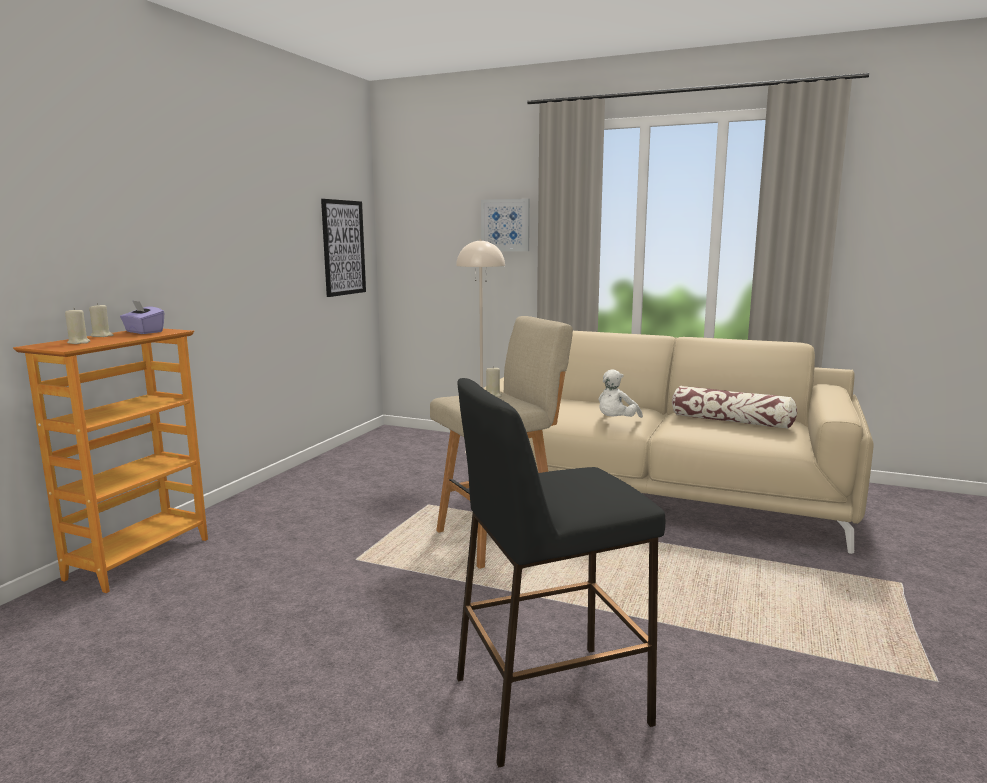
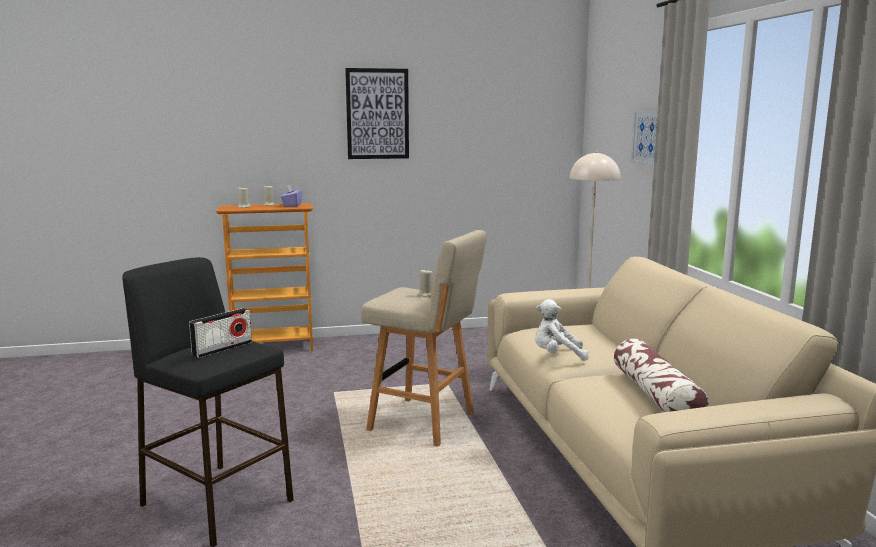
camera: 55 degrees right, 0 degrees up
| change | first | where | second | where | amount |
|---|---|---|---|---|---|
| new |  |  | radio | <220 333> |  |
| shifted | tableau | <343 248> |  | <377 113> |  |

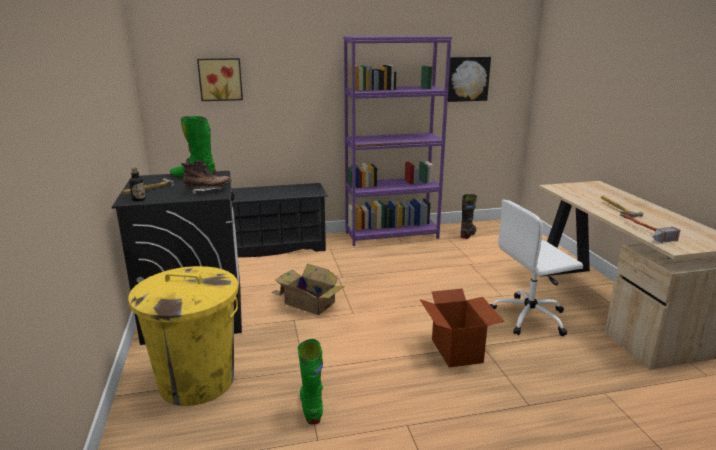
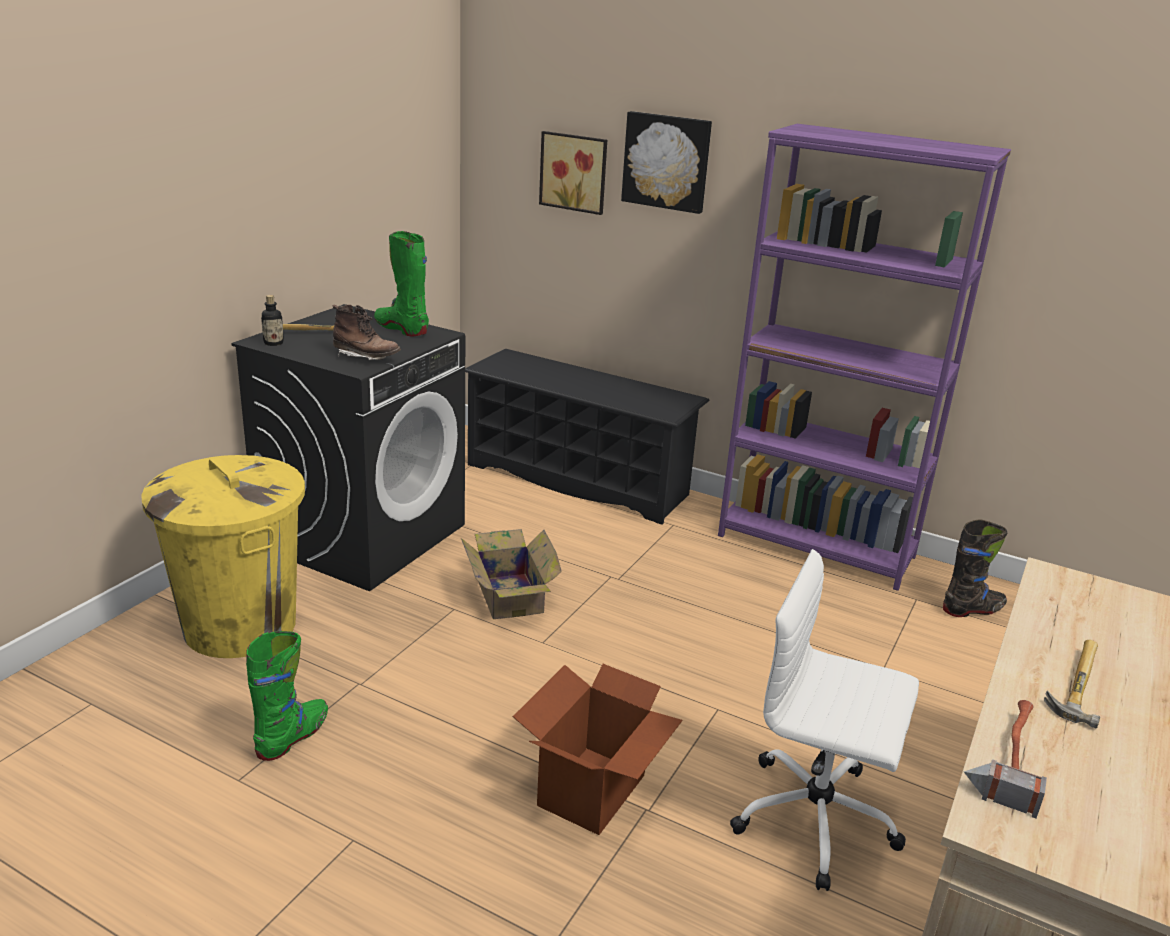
camera: 40 degrees right, 5 degrees up
| change | first | where | second | where | amount |
|---|---|---|---|---|---|
| shifted | tableau | <469 79> |  | <666 162> |  |

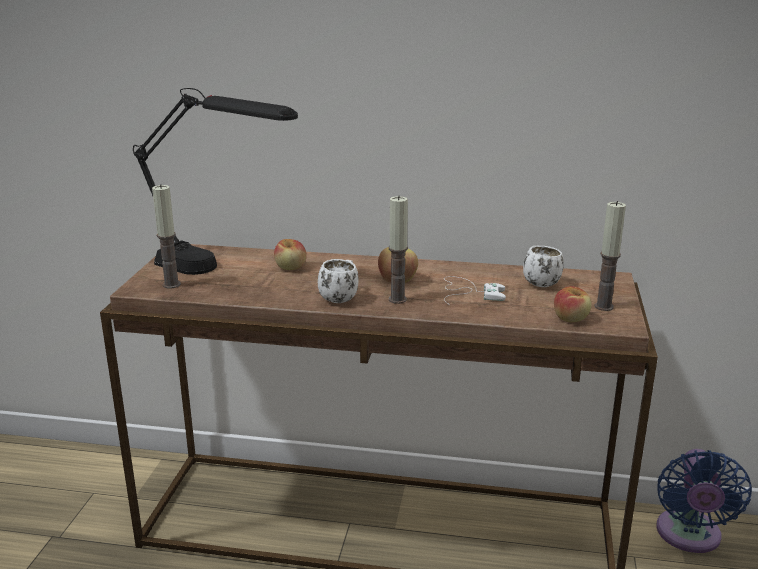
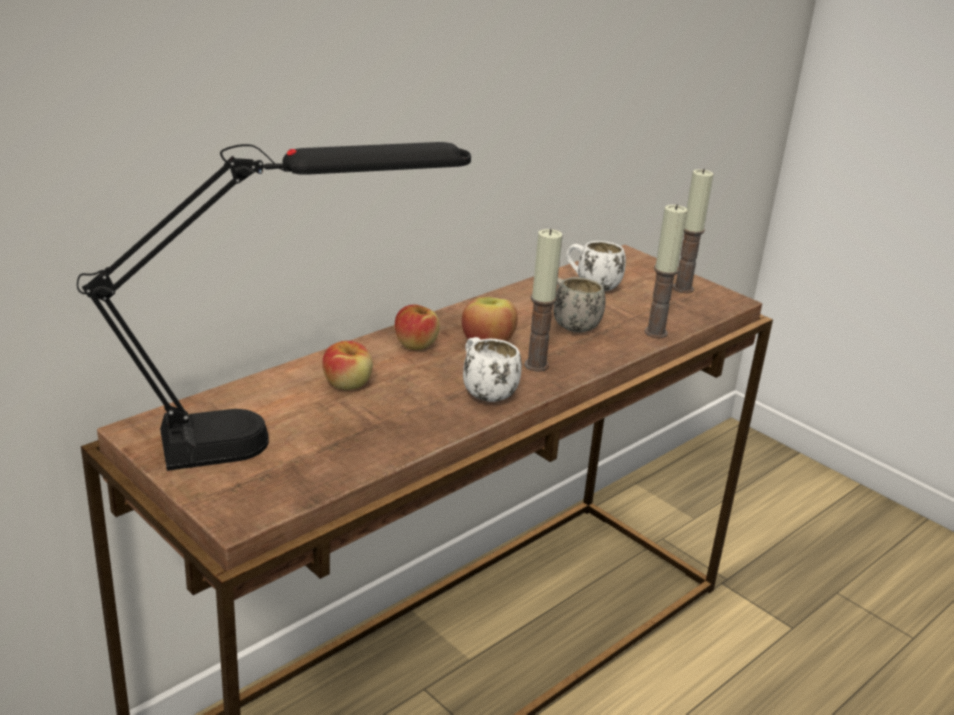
camera: 55 degrees left, 5 degrees up
| change | first | where | second | where | amount |
|---|---|---|---|---|---|
| gone | ventilateur (bleu) | <704 501> |  |  |  |
| shifted | bougie | <166 236> |  | <666 271> |  |
| shifted | pomme | <573 304> |  | <417 327> |  |
| swapped | manette (blanc) | <475 290> | mug (blanc) | <579 305> |  |

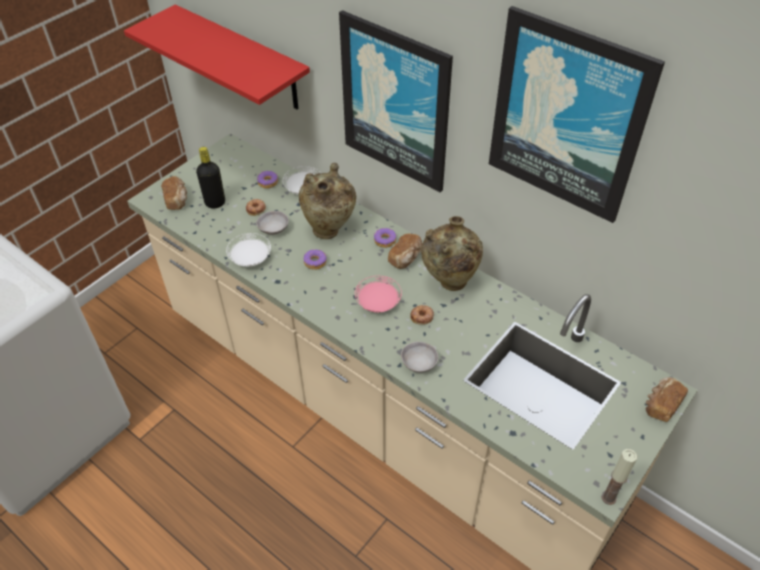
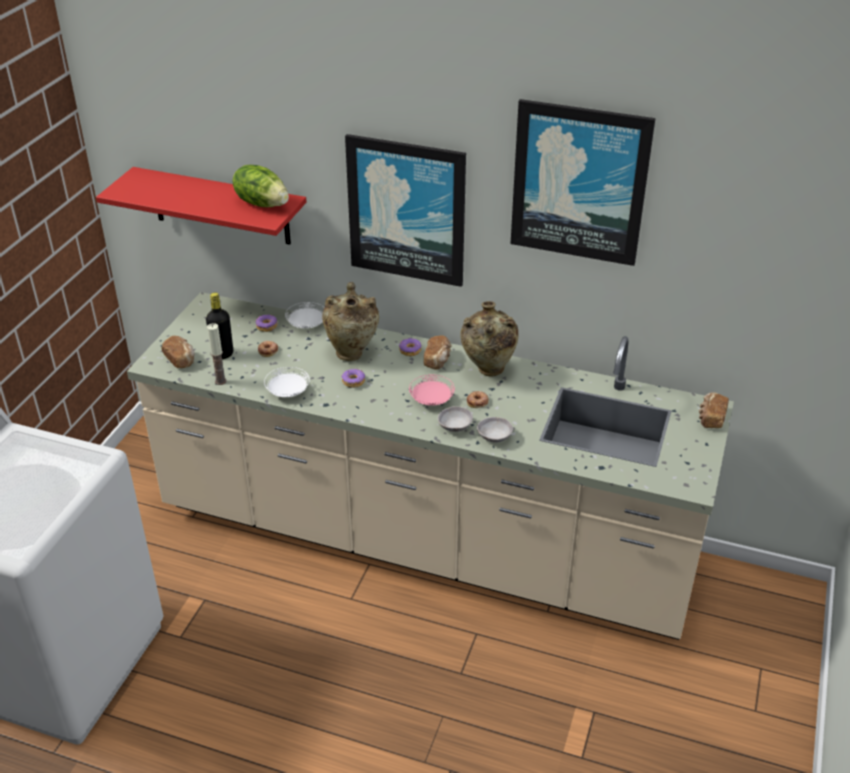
camera: 20 degrees left, 10 degrees down
| change | first | where | second | where | amount |
|---|---|---|---|---|---|
| new |  |  | laitue | <260 186> |  |
| shifted | bol (gris) | <272 223> |  | <455 419> |  |
| shifted | bougie | <619 477> |  | <217 354> |  |

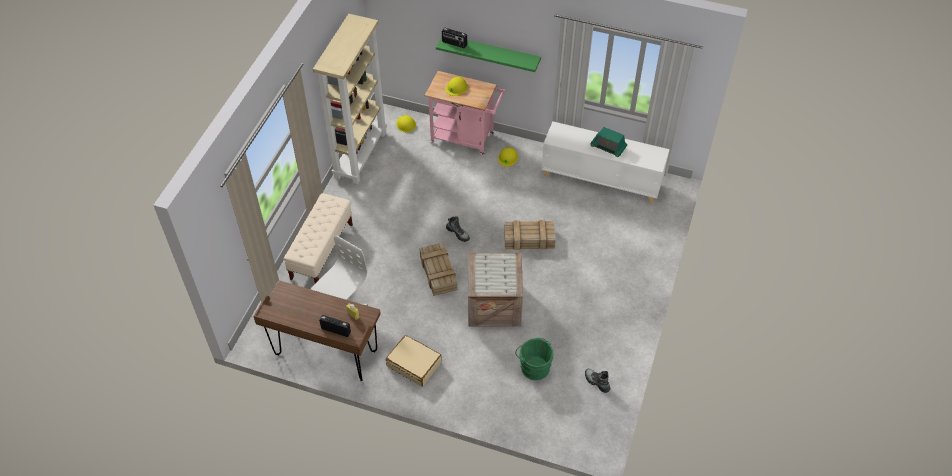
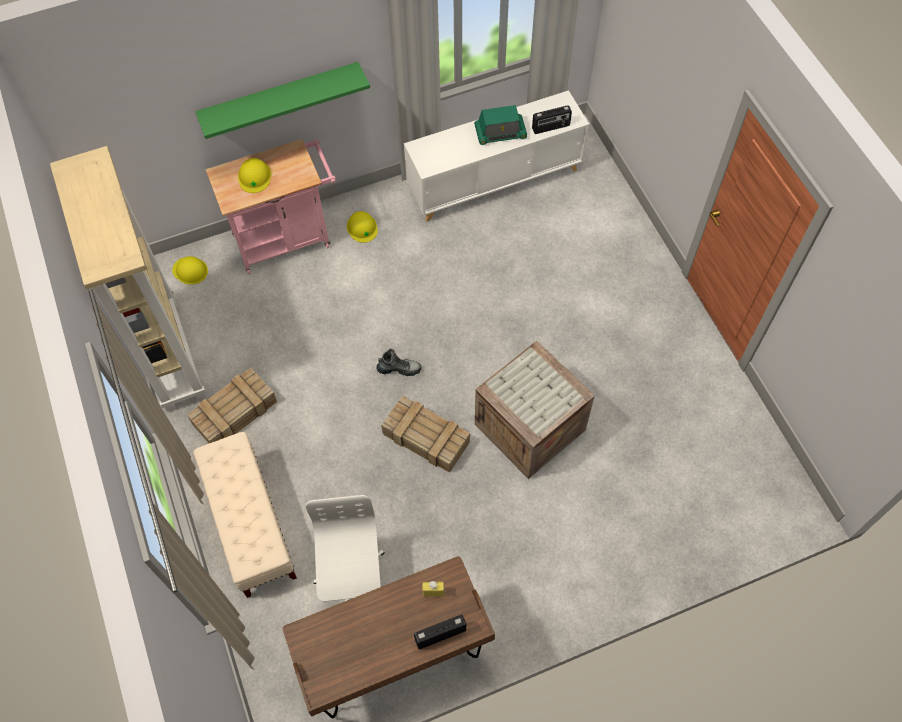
camera: 40 degrees left, 10 degrees up
| change | first | where | second | where | amount |
|---|---|---|---|---|---|
| gone | valise (beige) | <414 361> |  |  |  |
| gone | seau (vert) | <534 359> |  |  |  |
| gone | botte | <597 381> |  |  |  |
| shifted | radio | <454 37> |  | <552 119> |  |
| shifted | caisse | <530 235> |  | <232 405> |  |

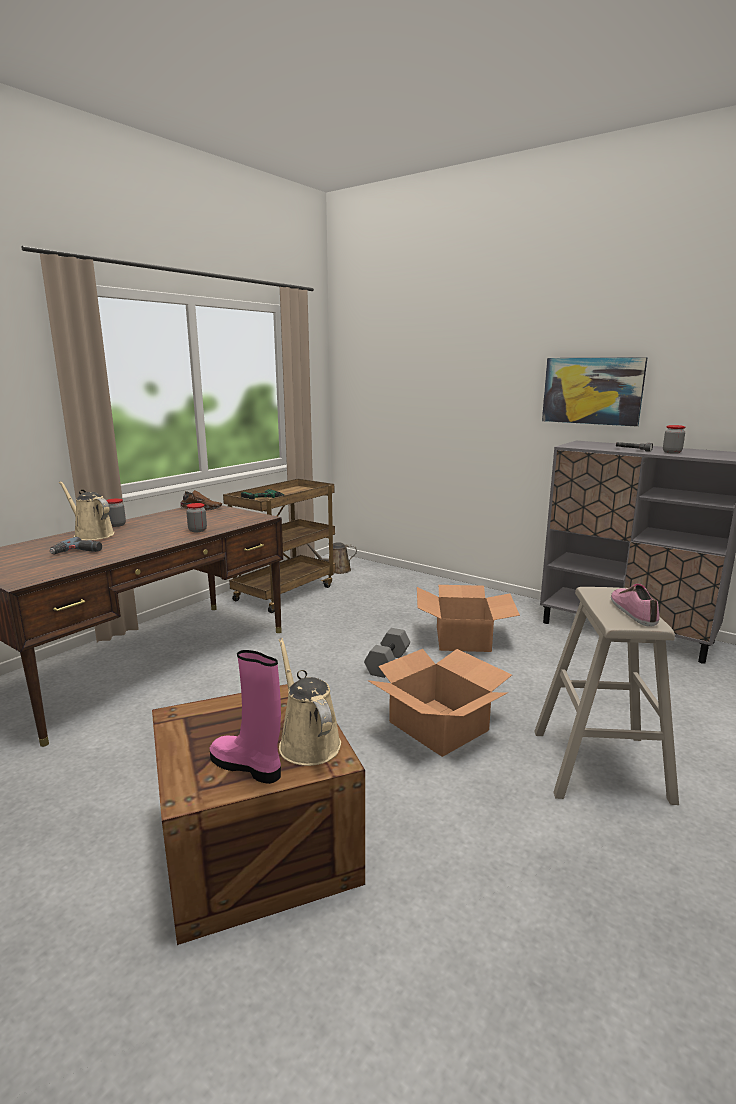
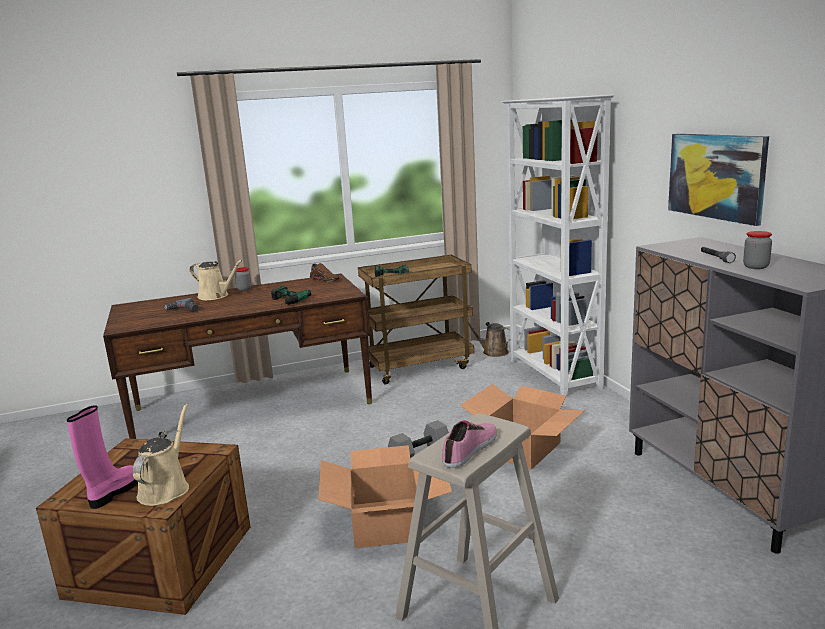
camera: 35 degrees right, 0 degrees up
| change | first | where | second | where | amount |
|---|---|---|---|---|---|
| new |  |  | bibliothèque (blanc) | <557 246> |  |
| swapped | bocal | <196 517> | perceuse | <291 295> |  |
| rotated | arrosoir (beige) | <86 510> |  | <216 280> | 135 degrees clockwise |
| rotated | botte (rose) | <245 717> |  | <102 457> | 45 degrees clockwise |

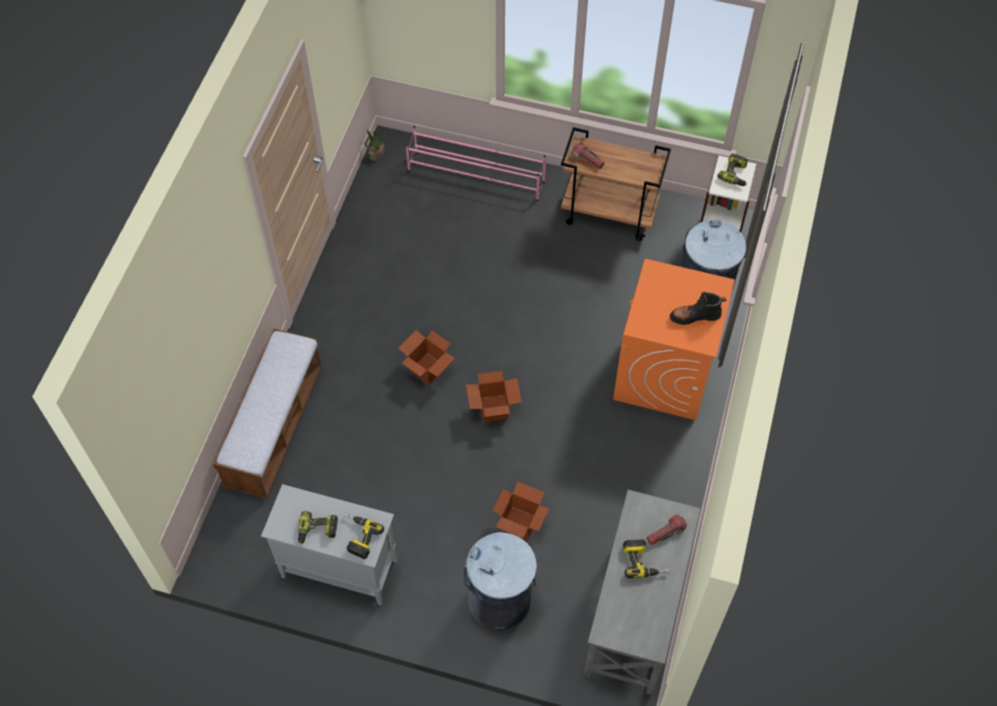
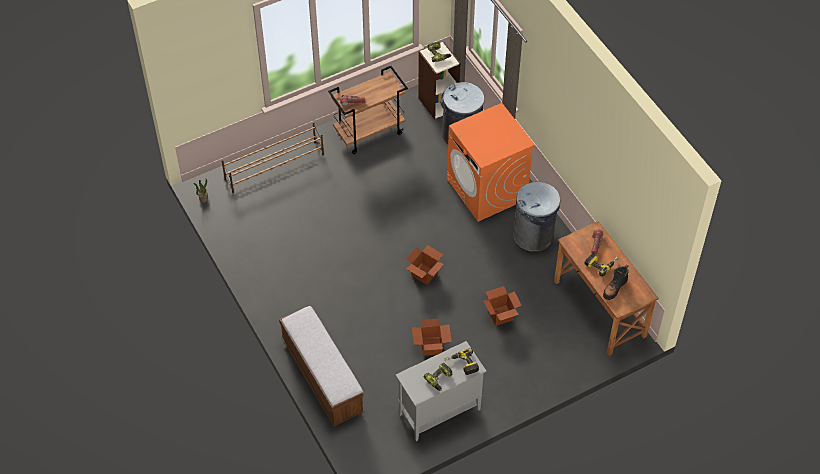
camera: 45 degrees left, 5 degrees down
| change | first | where | second | where | amount |
|---|---|---|---|---|---|
| shifted | carton | <426 357> |  | <432 337> |  |
| shifted | poubelle (gris) | <499 581> |  | <537 217> |  |
| shifted | botte (noir) | <698 308> |  | <616 282> |  |
| repainted | étagère à chaussures (rose) | <476 163> | étagère à chaussures (marron) | <272 157> |  |
| repainted | bureau (gris) | <642 592> | bureau (marron) | <606 288> |  |

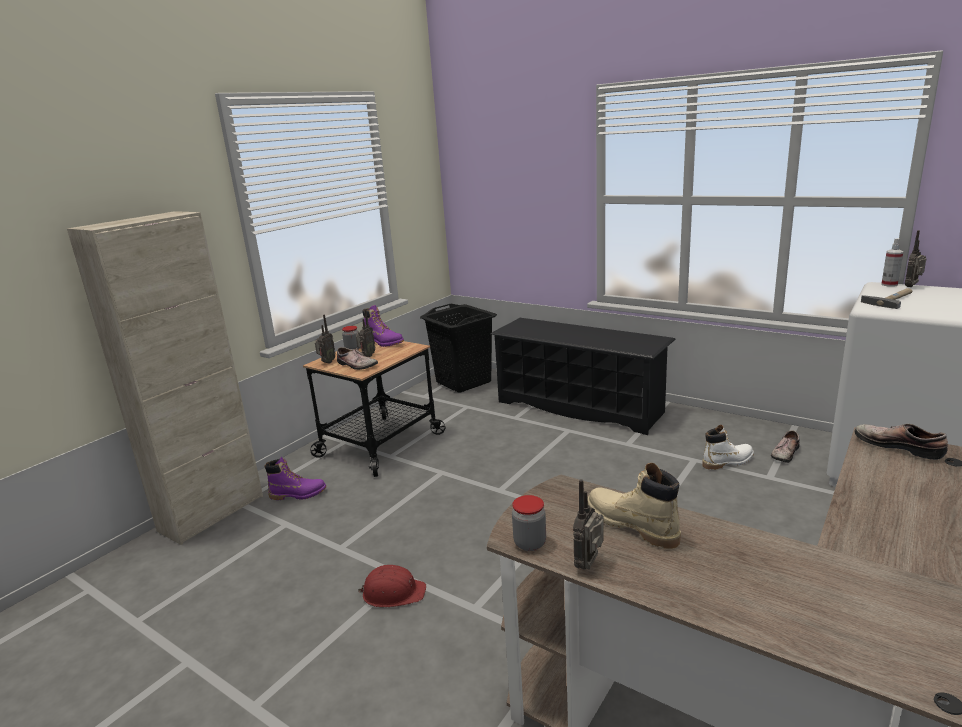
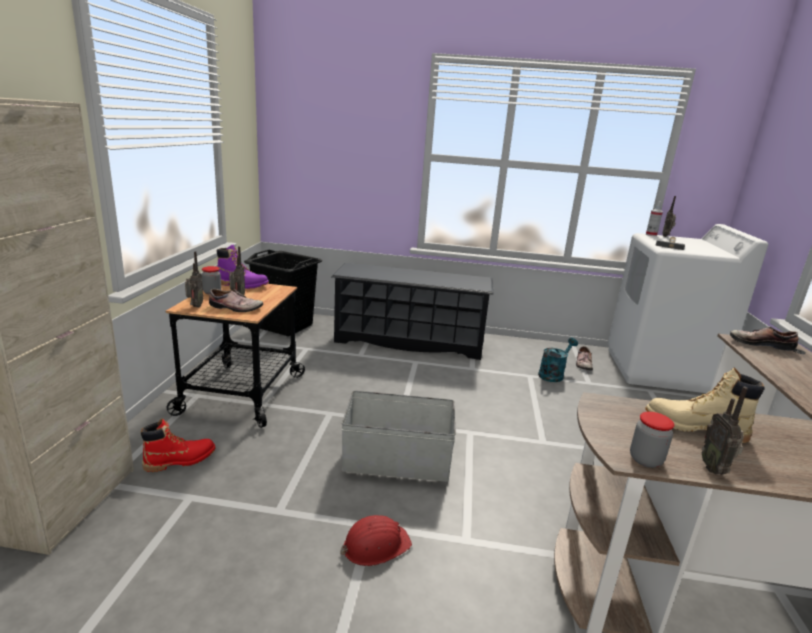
camera: 30 degrees left, 0 degrees up
| change | first | where | second | where | amount |
|---|---|---|---|---|---|
| new |  |  | boîte de rangement (gris) | <399 436> |  |
| swapped | botte (blanc) | <728 447> | arrosoir (turquoise) | <558 360> |  |
| repainted | botte (violet) | <295 478> | botte (rouge) | <178 445> |  |

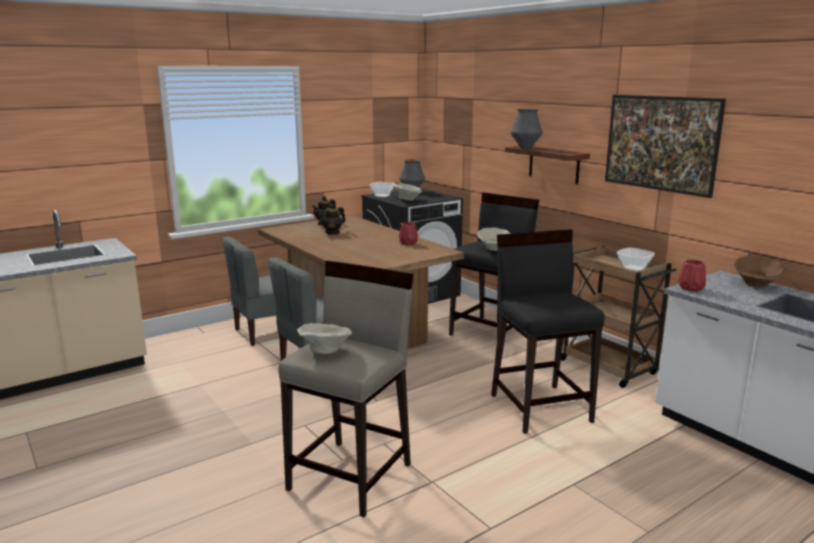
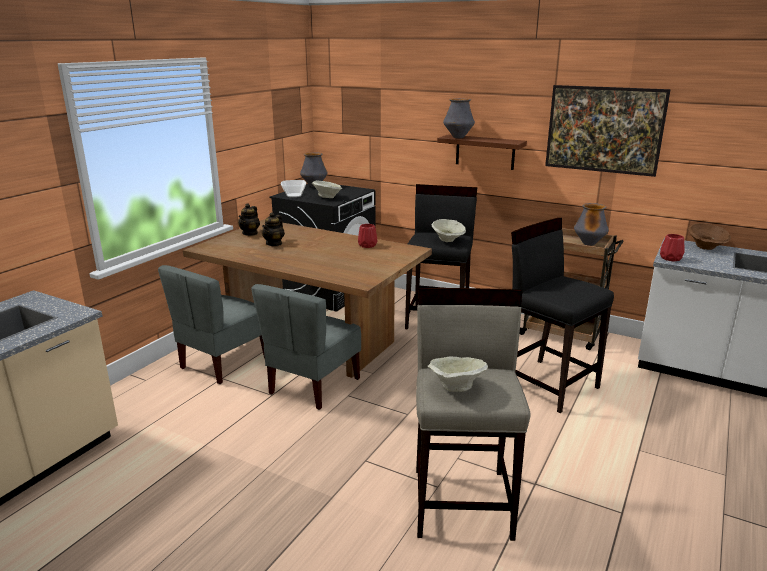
camera: 25 degrees left, 5 degrees up
| change | first | where | second | where | amount |
|---|---|---|---|---|---|
| swapped | bol | <636 260> | vase | <591 224> |  |

